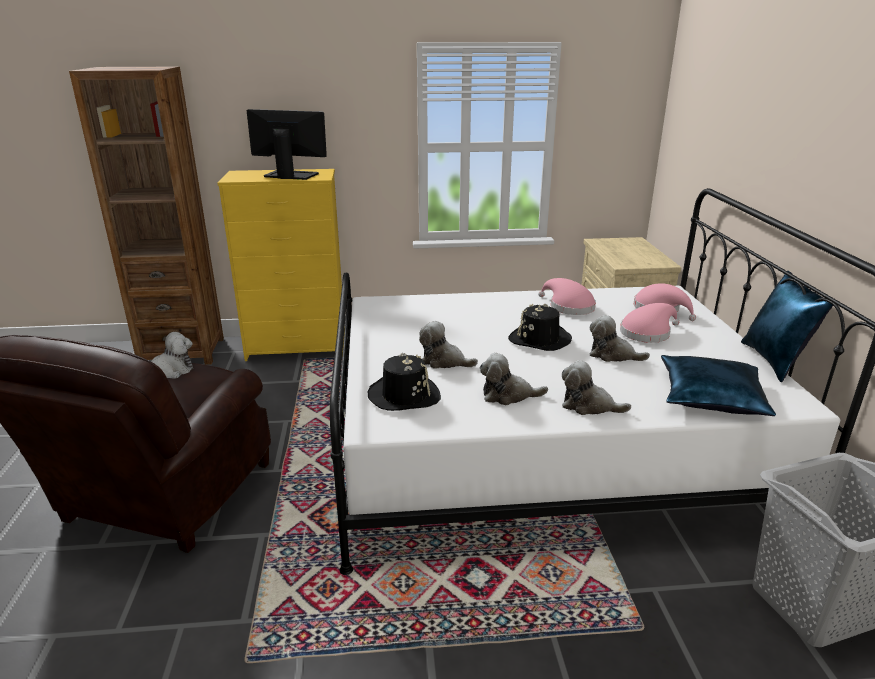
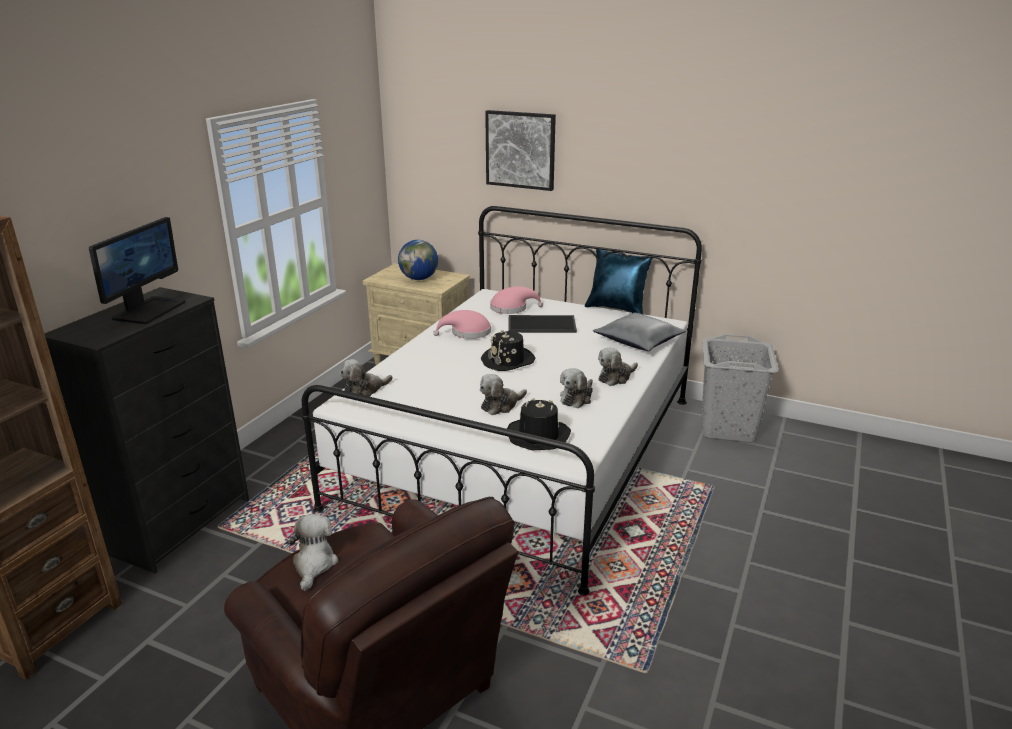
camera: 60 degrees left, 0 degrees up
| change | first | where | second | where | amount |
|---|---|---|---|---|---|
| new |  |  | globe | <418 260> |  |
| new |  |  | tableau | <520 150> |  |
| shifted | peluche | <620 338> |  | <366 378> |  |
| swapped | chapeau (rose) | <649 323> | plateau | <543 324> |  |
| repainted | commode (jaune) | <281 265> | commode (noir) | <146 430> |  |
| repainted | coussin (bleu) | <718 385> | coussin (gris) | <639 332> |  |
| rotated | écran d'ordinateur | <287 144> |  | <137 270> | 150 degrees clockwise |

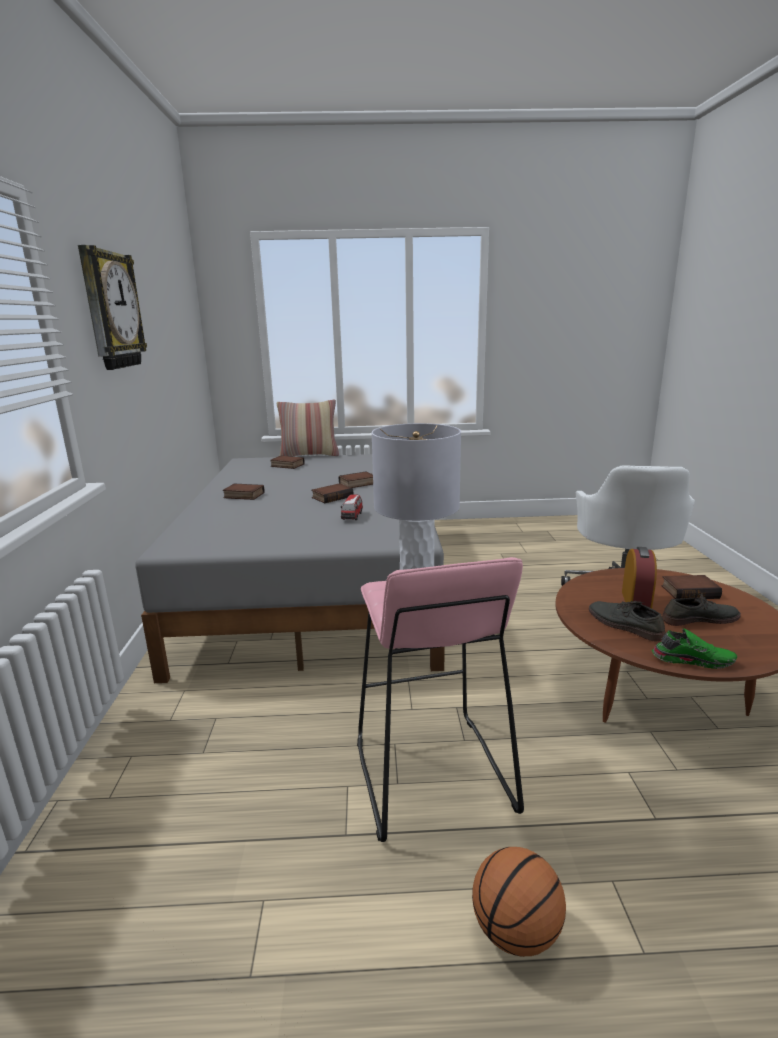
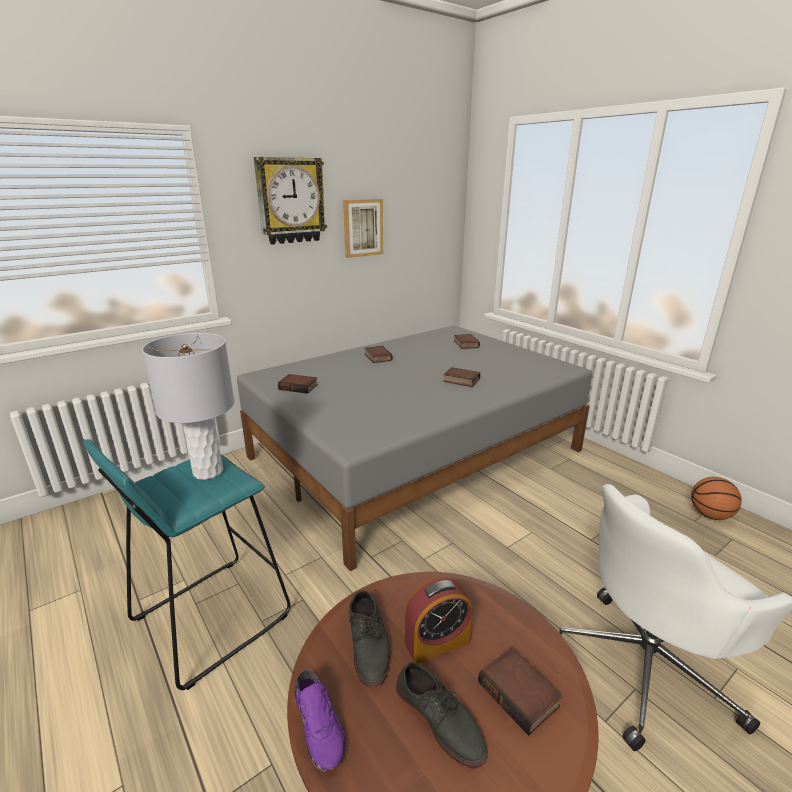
camera: 55 degrees right, 5 degrees up
| change | first | where | second | where | amount |
|---|---|---|---|---|---|
| gone | coussin | <308 427> |  |  |  |
| gone | petite voiture | <352 507> |  |  |  |
| new |  |  | tableau | <363 228> |  |
| shifted | livre | <332 493> |  | <298 384> |  |
| shifted | ballon de basket | <519 902> |  | <716 498> |  |
| repainted | tabouret (rose) | <440 699> | tabouret (turquoise) | <187 564> |  |
| repainted | chaussure (vert) | <694 648> | chaussure (violet) | <320 721> |  |
| rotated | chaussure (gris) | <627 621> |  | <369 638> | 150 degrees clockwise |

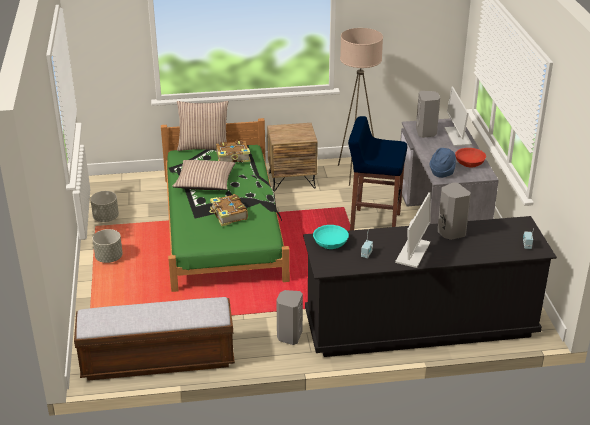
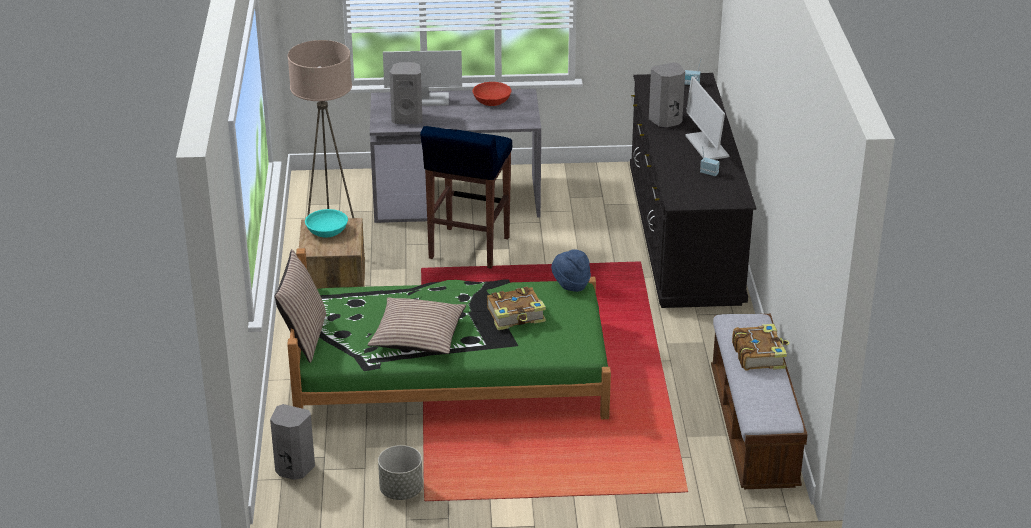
camera: 85 degrees left, 0 degrees up
| change | first | where | second | where | amount |
|---|---|---|---|---|---|
| gone | cache-pot (gris) | <108 246> |  |  |  |
| shifted | livre | <233 151> |  | <761 347> |  |
| shifted | enceinte (gris) | <289 317> |  | <292 442> |  |
| shifted | bol (turquoise) | <331 237> |  | <326 223> |  |
| shifted | chapeau (bleu) | <443 163> |  | <571 270> |  |
| rotated | écran d'ordinateur | <413 230> |  | <707 118> | 135 degrees counterclockwise |

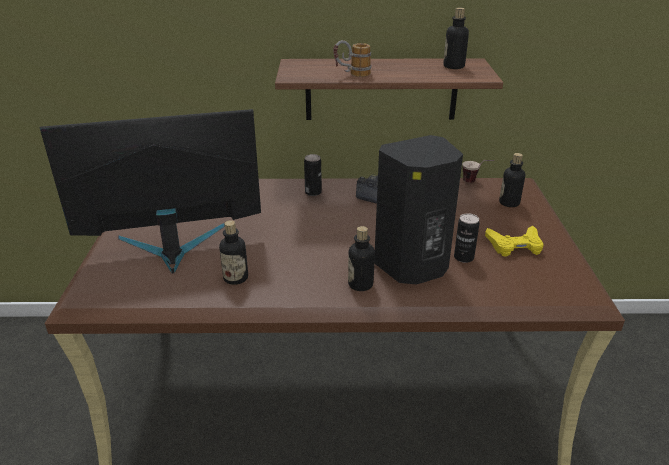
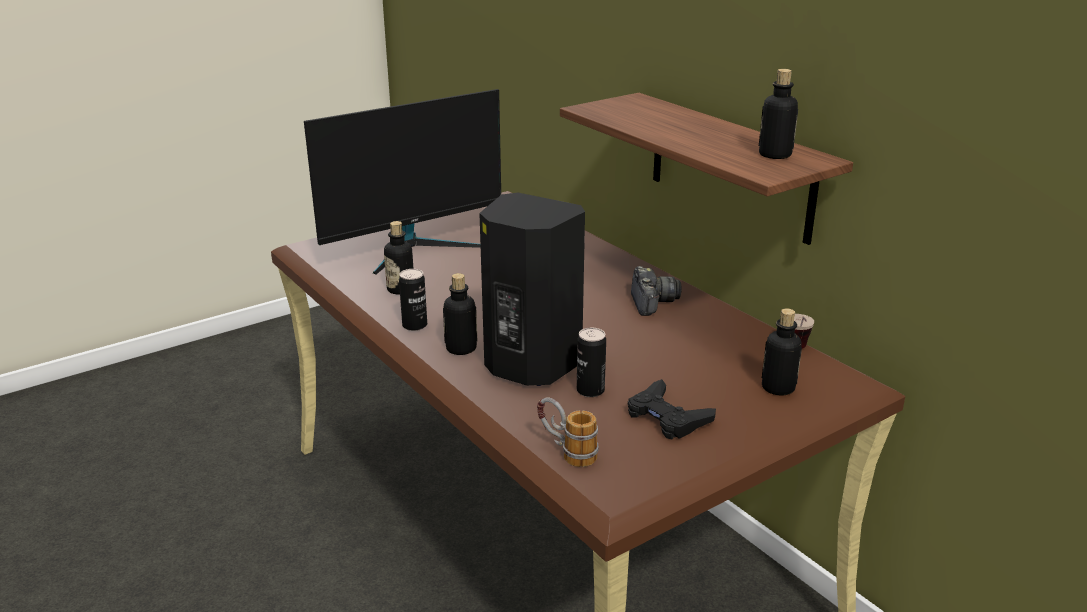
camera: 55 degrees right, 5 degrees down
| change | first | where | second | where | amount |
|---|---|---|---|---|---|
| shifted | boîte métallique | <313 175> |  | <413 300> |  |
| shifted | mug | <352 58> |  | <568 432> |  |
| repainted | manette (jaune) | <514 241> | manette (noir) | <672 409> |  |
| rotated | écran d'ordinateur | <150 191> |  | <402 182> | 105 degrees clockwise |

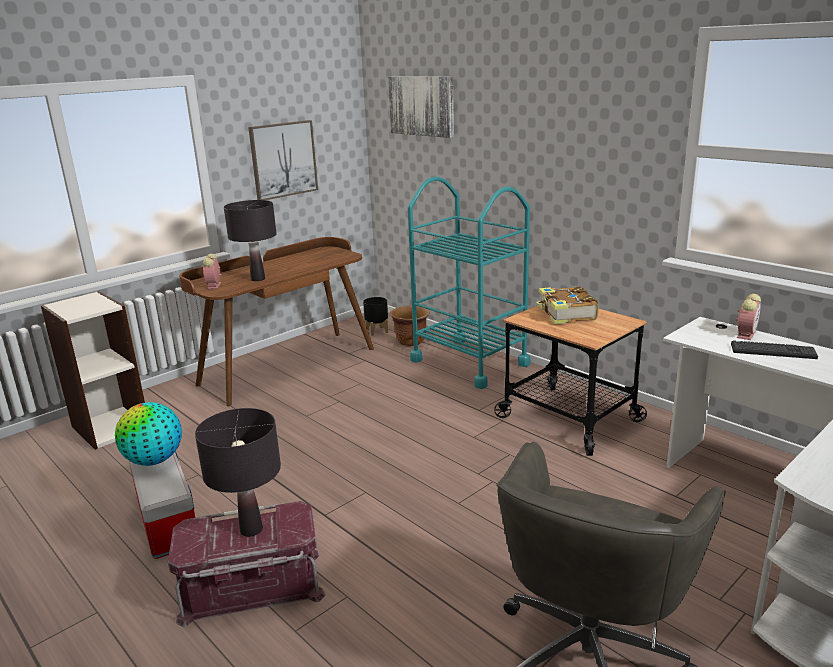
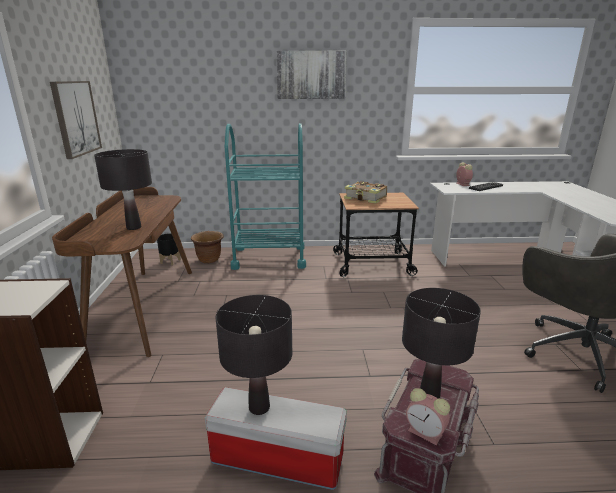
camera: 50 degrees left, 0 degrees up
| change | first | where | second | where | amount |
|---|---|---|---|---|---|
| shifted | réveil | <212 271> |  | <428 416> |  |
| shifted | tableau | <421 107> |  | <311 75> |  |
| swapped | globe | <148 434> | lampe de table (noir) | <254 355> |  |

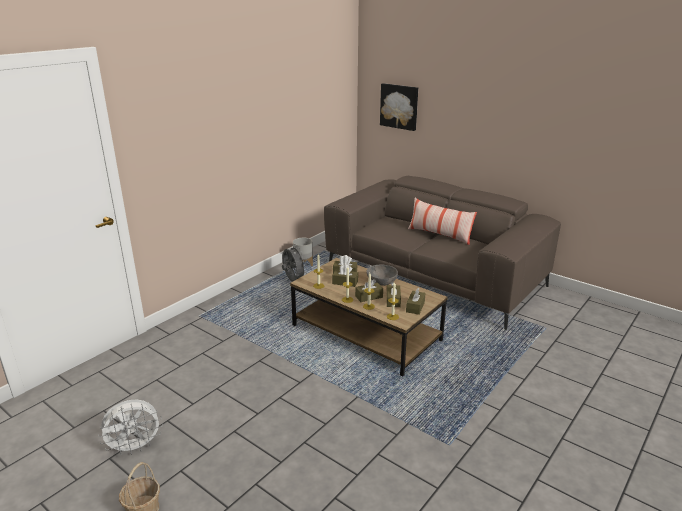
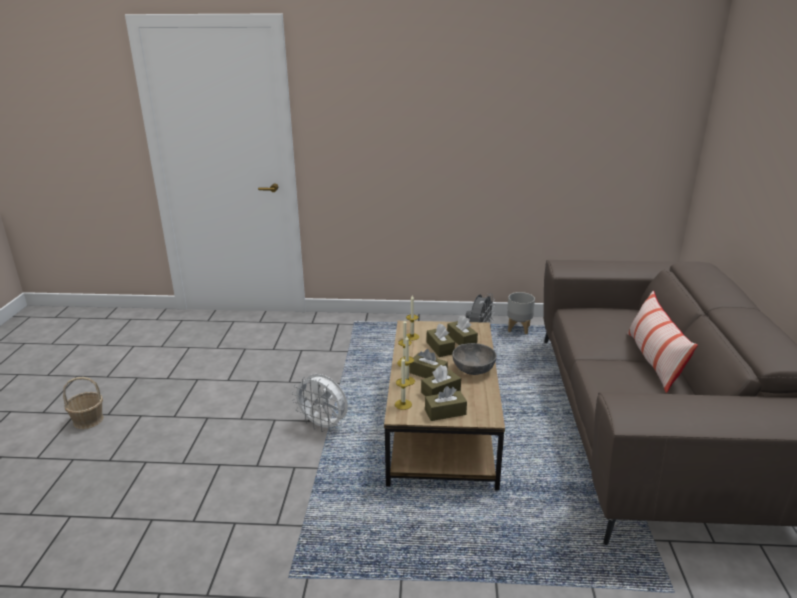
camera: 55 degrees right, 0 degrees up
| change | first | where | second | where | amount |
|---|---|---|---|---|---|
| gone | tableau | <399 107> |  |  |  |
| shifted | ventilateur (blanc) | <130 427> |  | <319 403> |  |

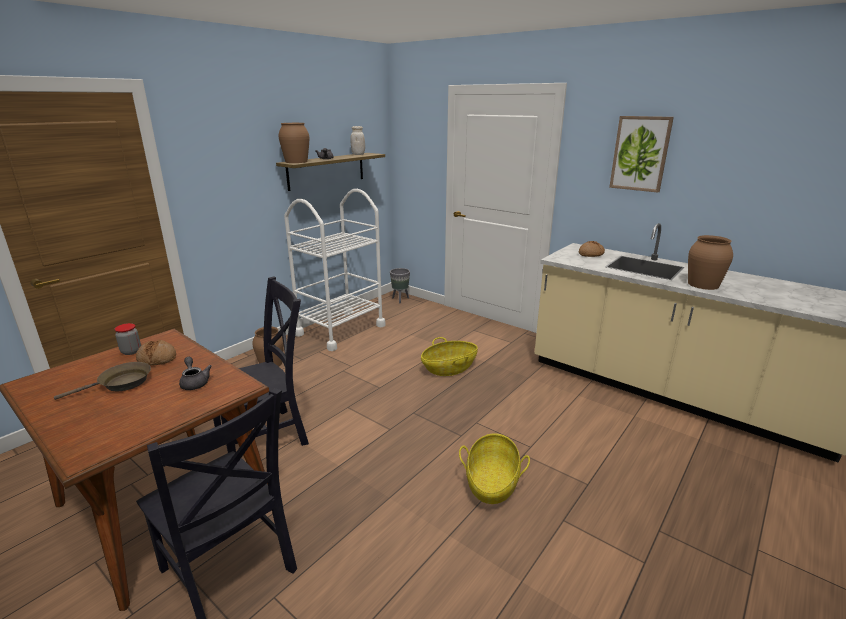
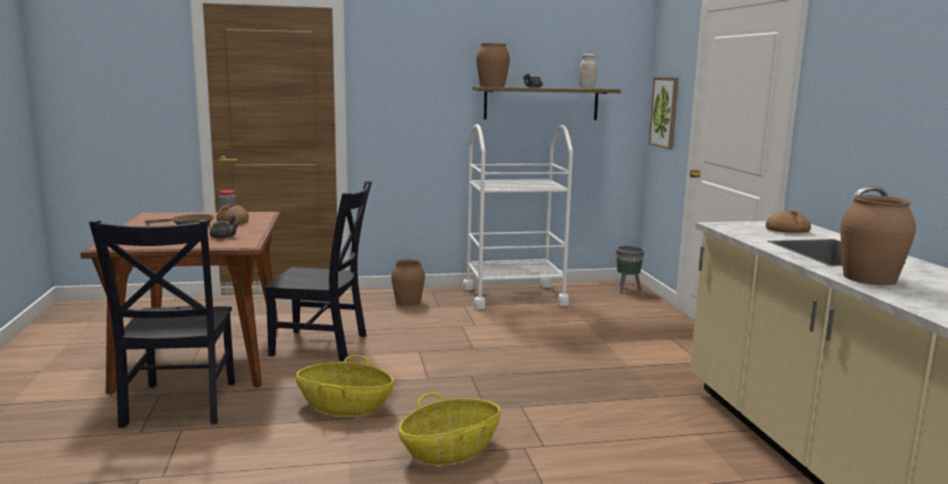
camera: 40 degrees right, 10 degrees down
| change | first | where | second | where | amount |
|---|---|---|---|---|---|
| shifted | panier | <449 356> |  | <345 385> |  |
| shifted | tableau | <641 154> |  | <663 113> |  |

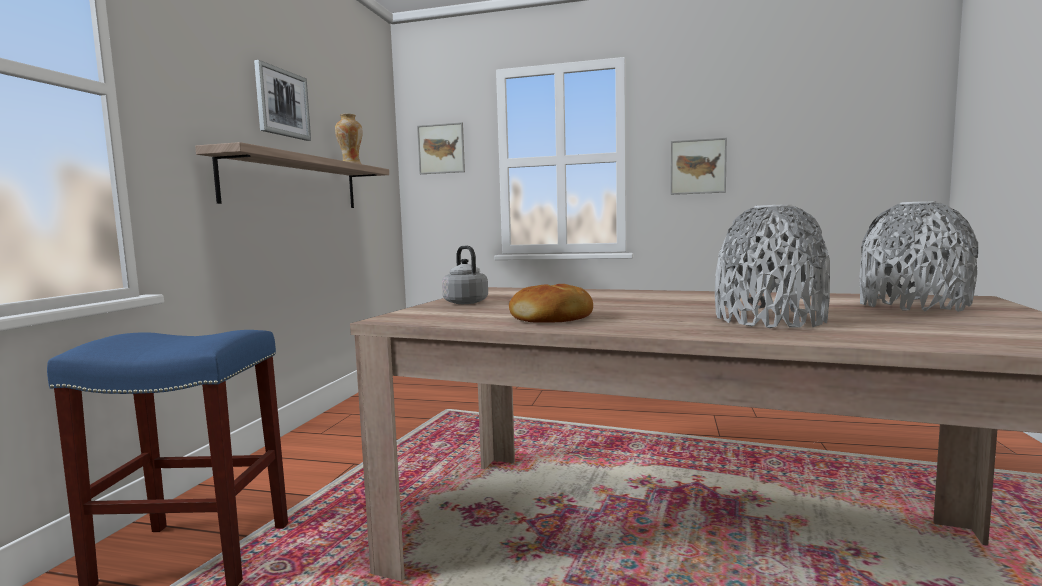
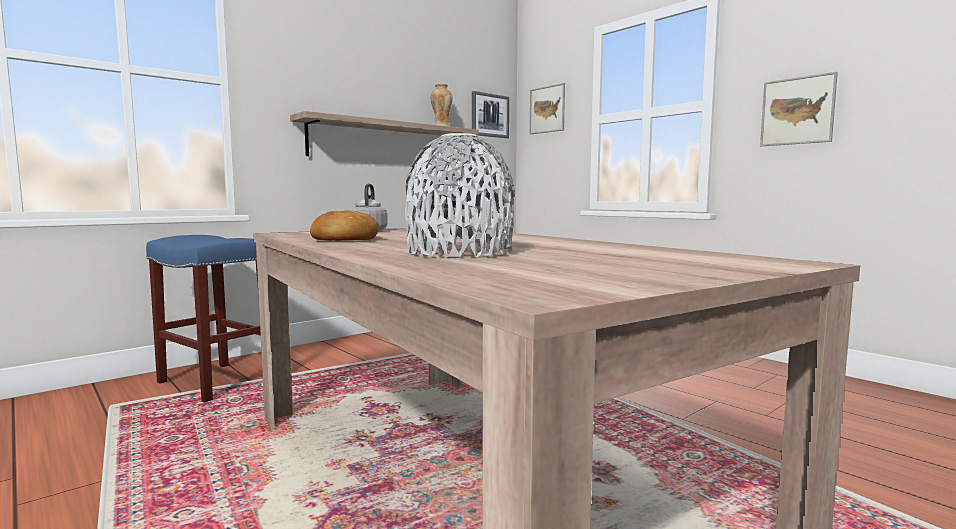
camera: 35 degrees right, 0 degrees up
| change | first | where | second | where | amount |
|---|---|---|---|---|---|
| gone | vase (gris) | <919 256> |  |  |  |
| shifted | tableau | <282 100> |  | <490 114> |  |

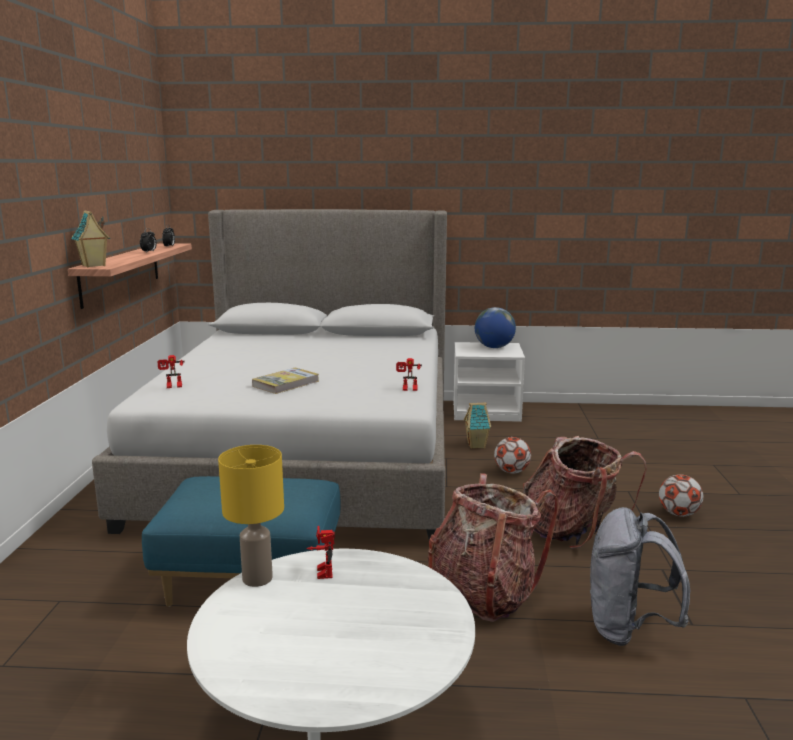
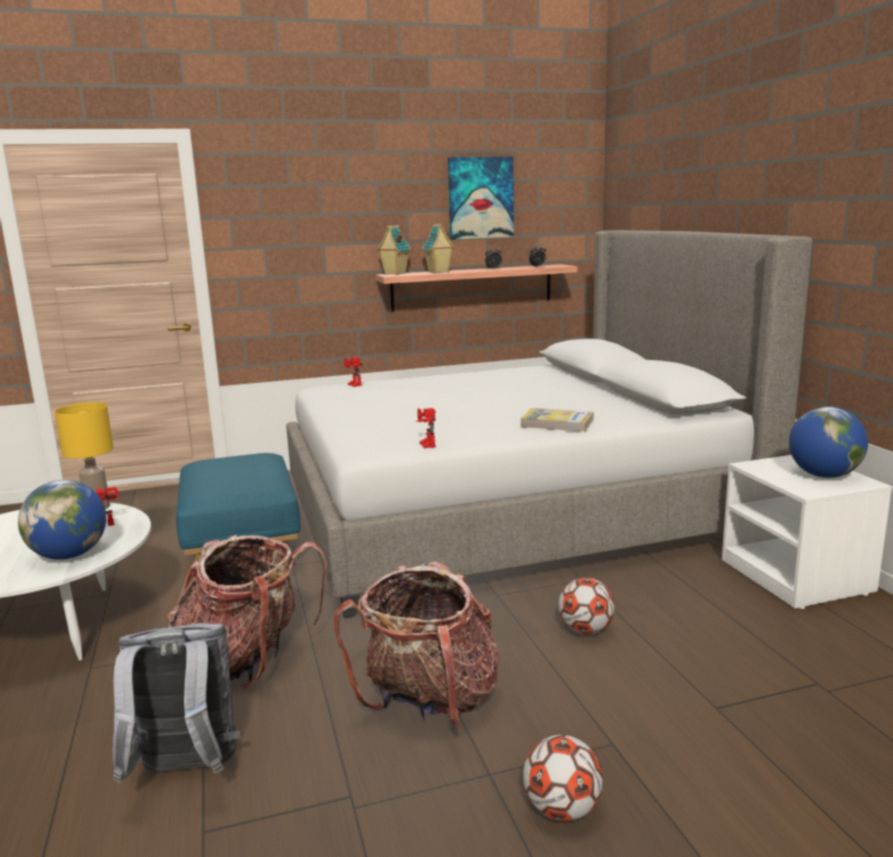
camera: 70 degrees right, 0 degrees up
| change | first | where | second | where | amount |
|---|---|---|---|---|---|
| new |  |  | globe | <62 520> |  |
| new |  |  | tableau | <481 198> |  |
| shifted | livre | <285 381> |  | <557 420> |  |
| shifted | maison miniature | <477 426> |  | <438 249> |  |

